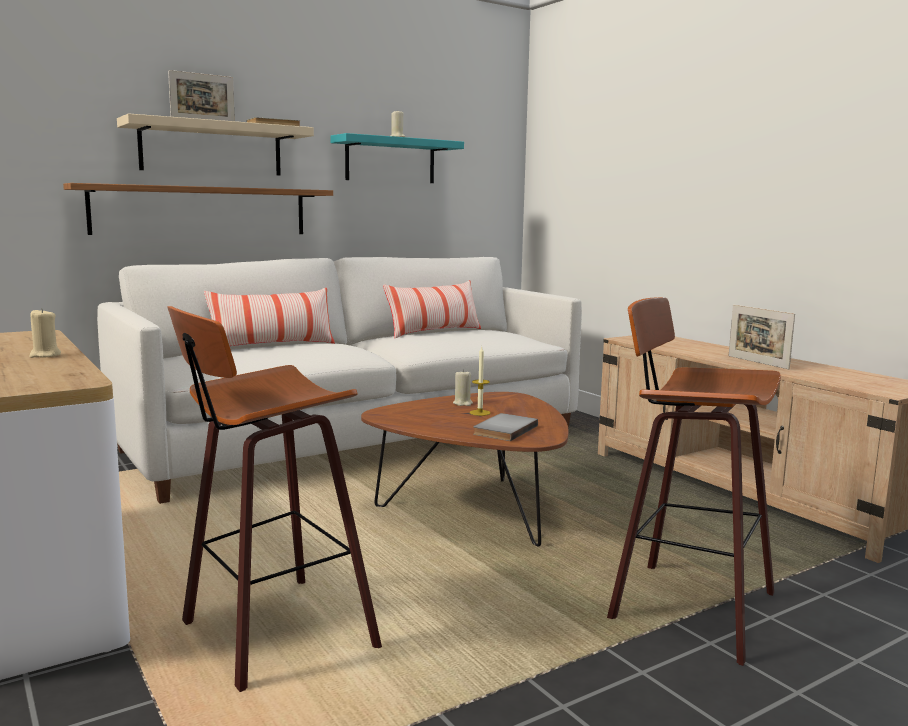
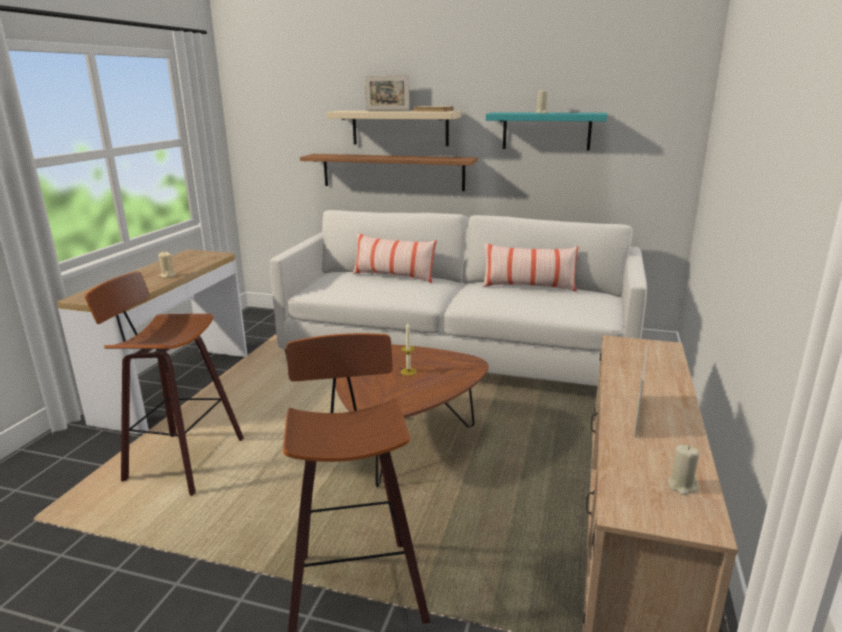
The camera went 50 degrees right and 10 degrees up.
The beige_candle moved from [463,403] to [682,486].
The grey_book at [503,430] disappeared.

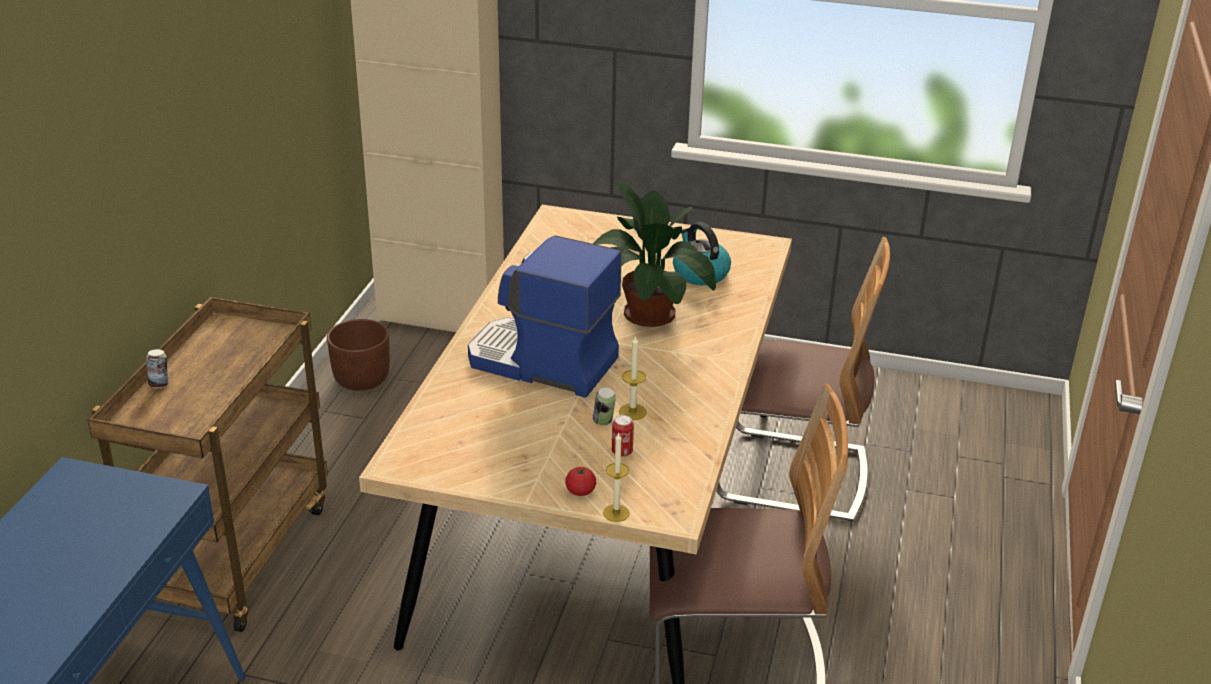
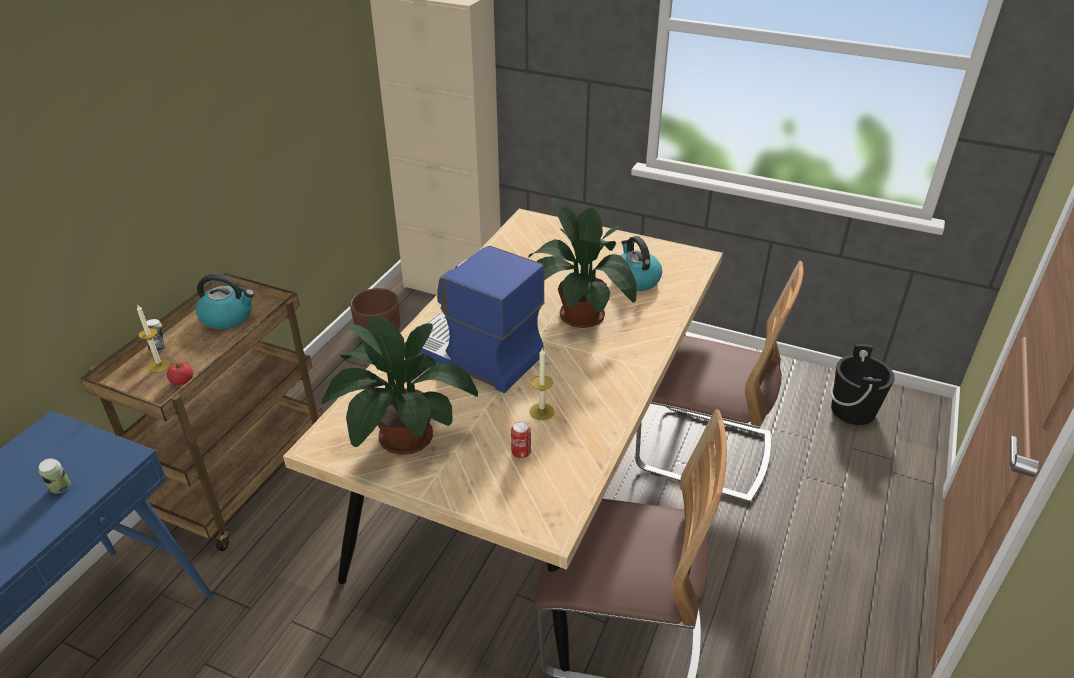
The camera went 10 degrees right and 5 degrees up.
The can moved from [603,422] to [61,489].
The candle moved from [616,513] to [159,366].
The tomato moved from [580,491] to [182,381].
The kettle at [228,317] appeared.
The potted_plant at [400,435] appeared.
The black_bucket at [853,410] appeared.

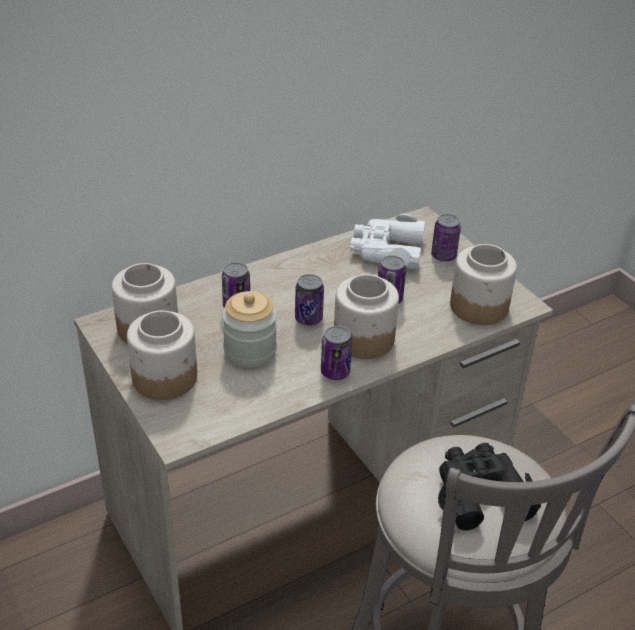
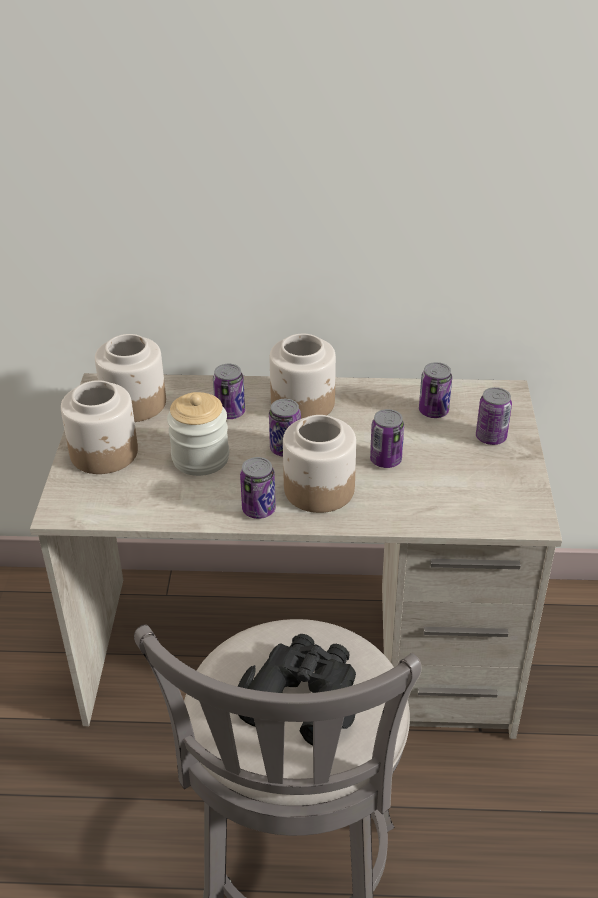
The camera went 35 degrees right and 0 degrees up.
The jar moved from [479,306] to [303,403].
The white_binoculars at [387,251] was replaced by the can at [433,411].

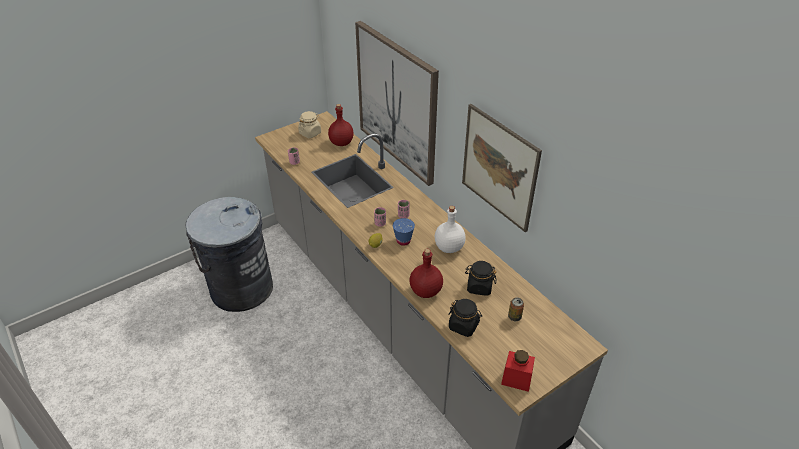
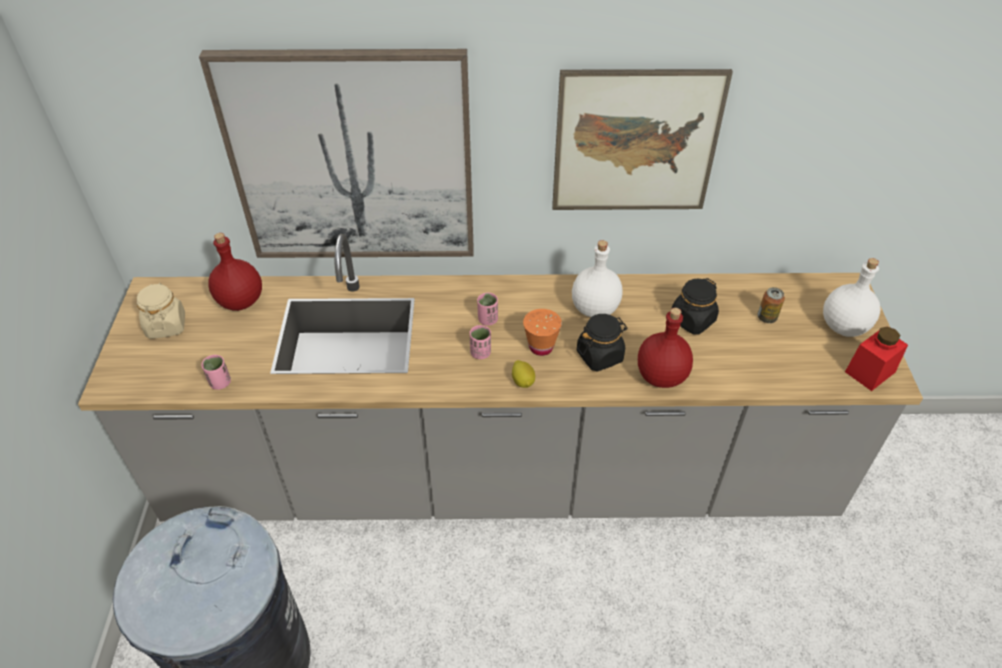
The camera went 55 degrees left and 5 degrees up.
The blue_cup at [403,241] became the orange_cup at [541,347].
The black_jar moved from [463,326] to [600,356].
The white_bottle at [844,327] appeared.

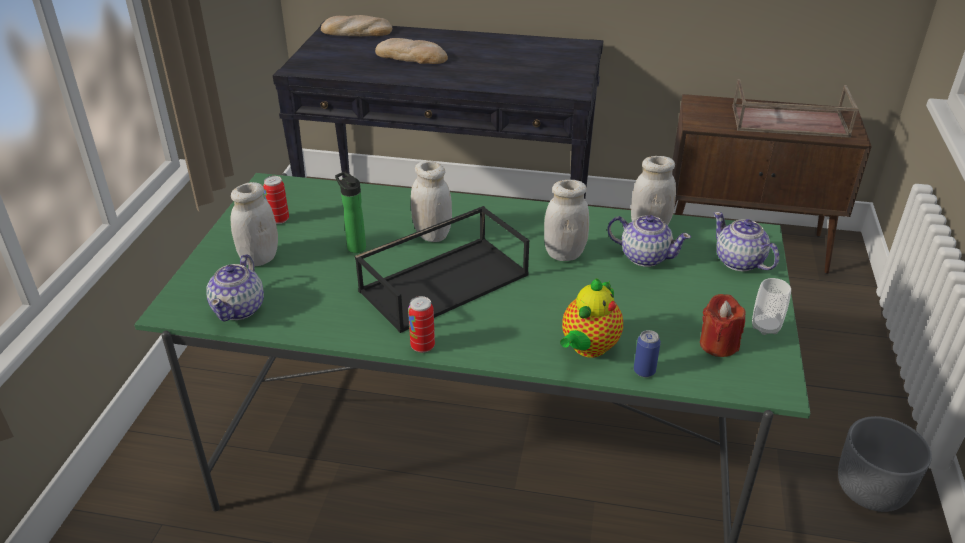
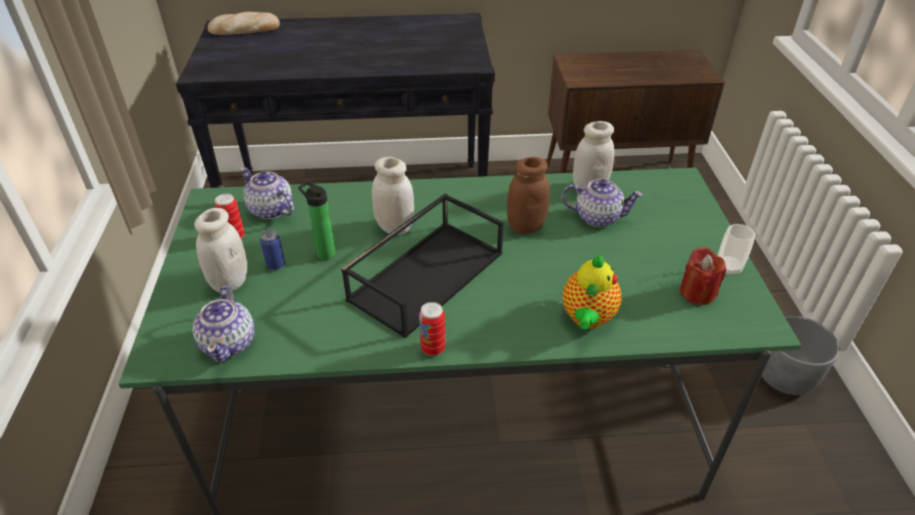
The camera went 15 degrees left and 5 degrees up.
The teapot moved from [739,262] to [271,210].
The can moved from [644,371] to [276,265].
The white_jar at [564,254] became the brown_jar at [525,226].
The bread at [411,56] disappeared.
The brown_tray at [788,122] disappeared.

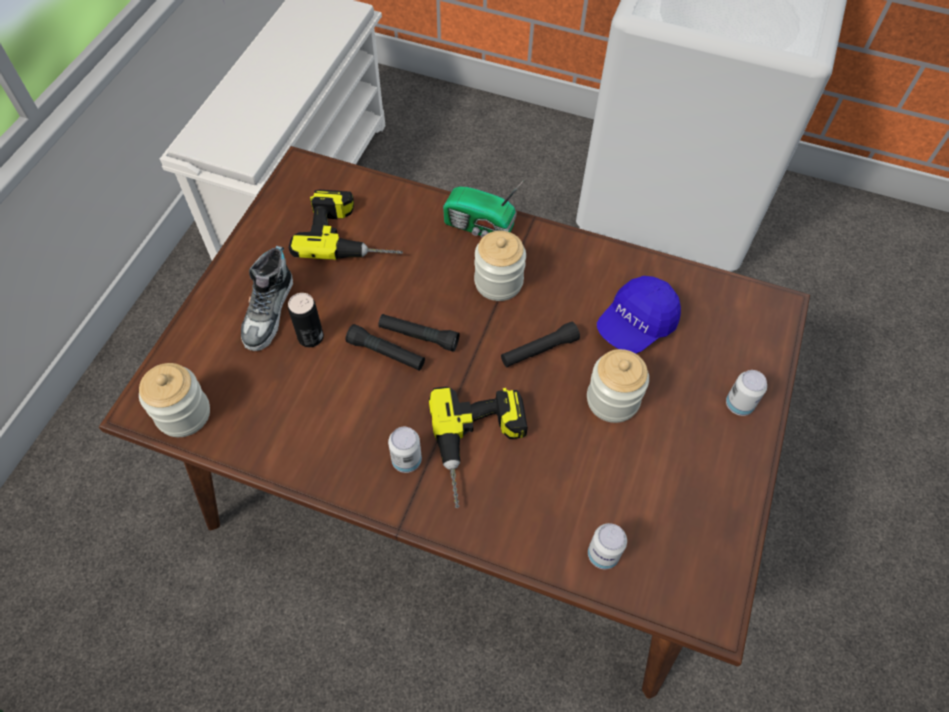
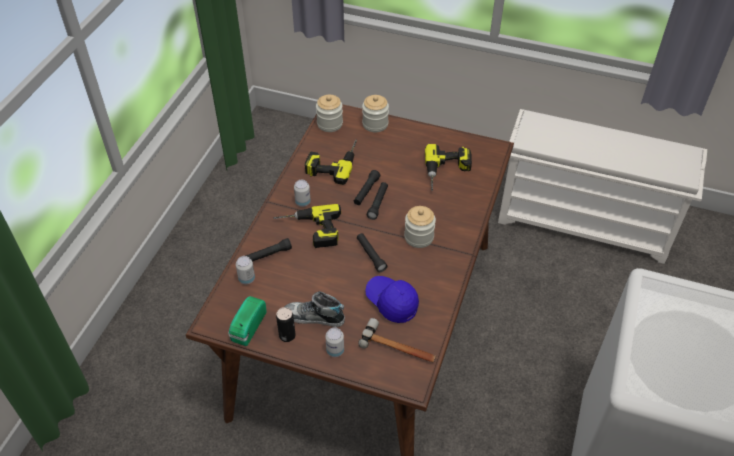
The camera went 90 degrees right and 10 degrees down.
The radio moved from [480,227] to [247,327].
The black_flashlight at [268,255] appeared.
The can moved from [310,337] to [287,335].
The shoe moved from [269,312] to [314,317].
The power_drill at [332,162] appeared.
The hammer at [399,347] appeared.
The jar moved from [612,400] to [375,124].

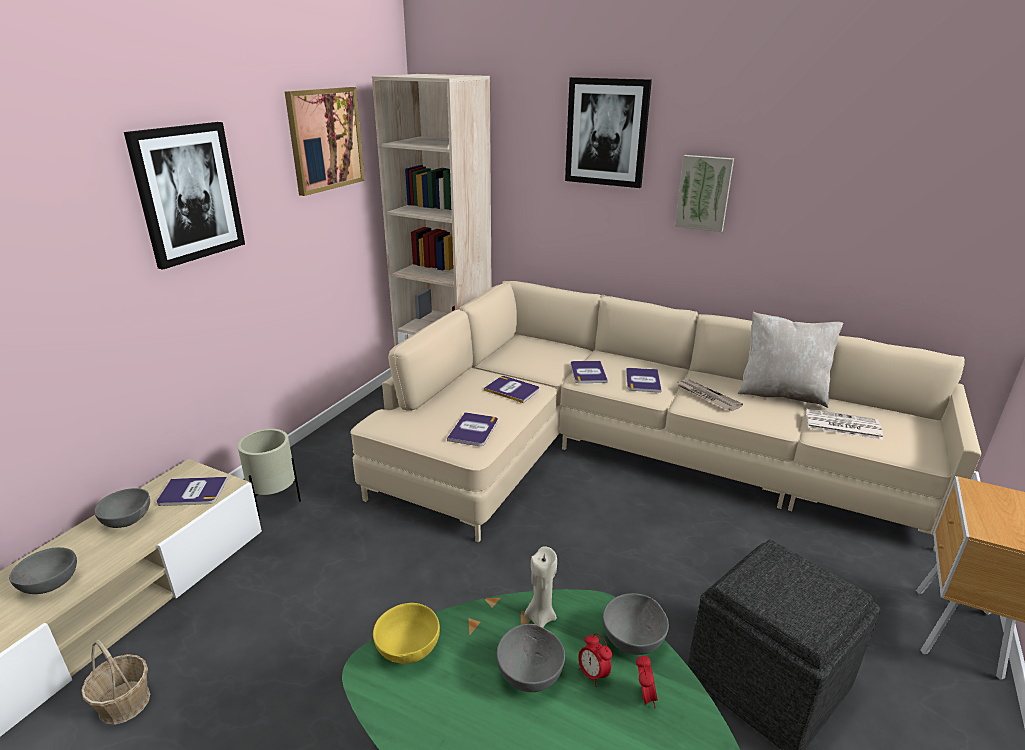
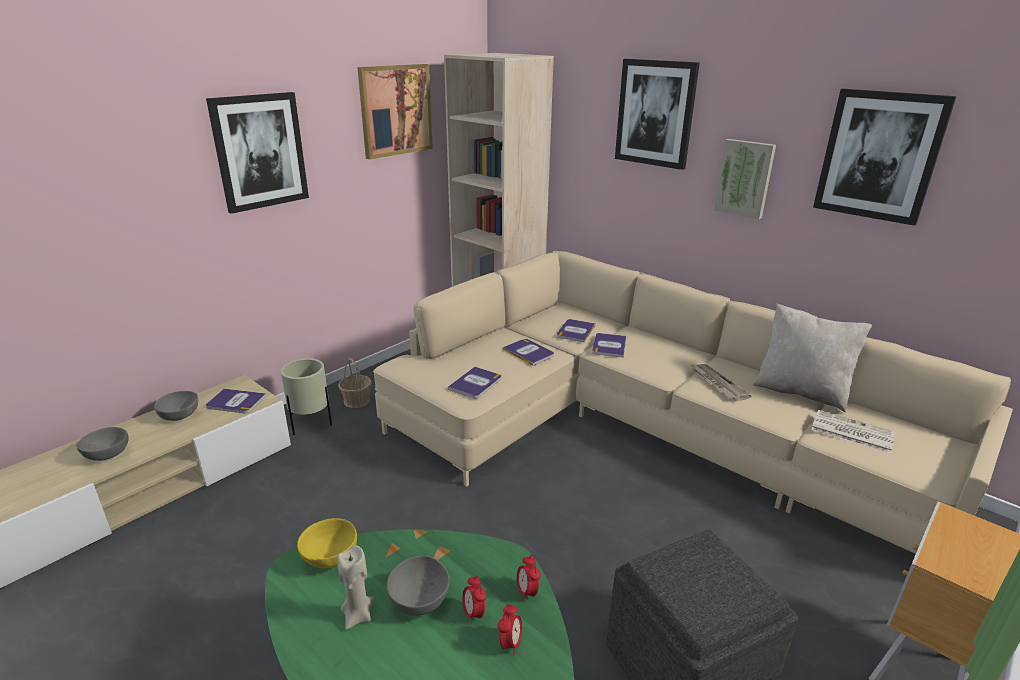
The camera went 15 degrees right and 0 degrees up.
The basket moved from [124,702] to [357,400].
The beige_candle moved from [540,617] to [358,615].
The grey_bowl at [634,639] was replaced by the alarm_clock at [527,592].
The book moved from [642,380] to [575,331].
The picture at [879,156] appeared.

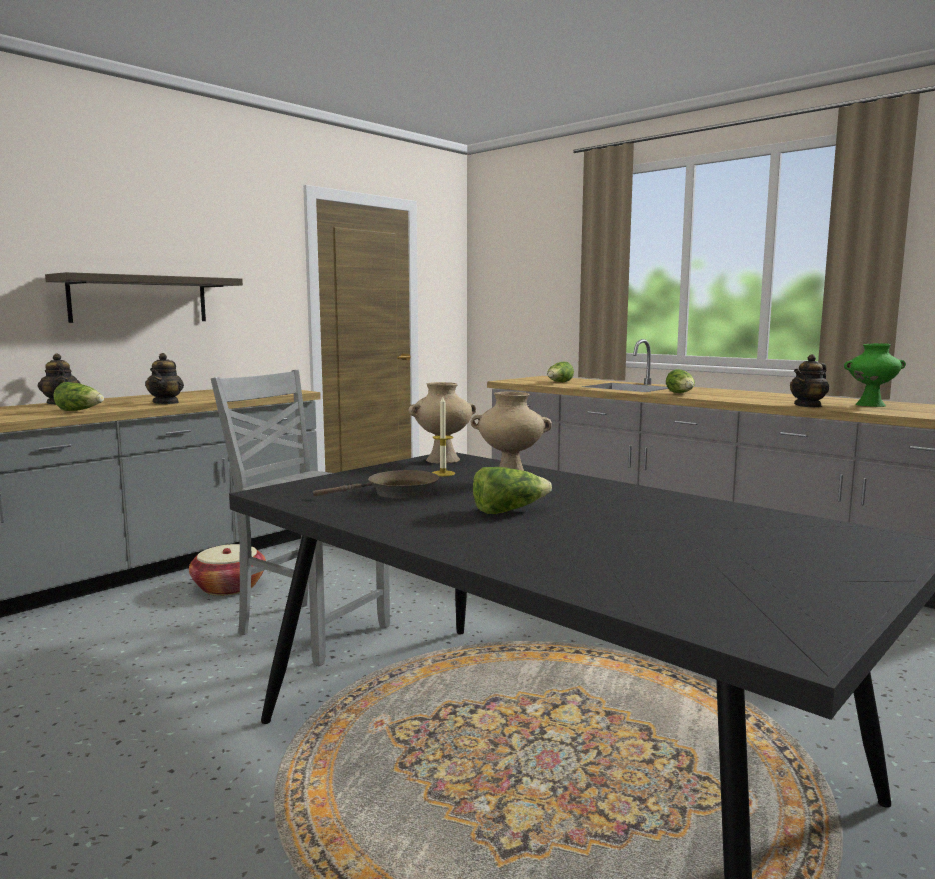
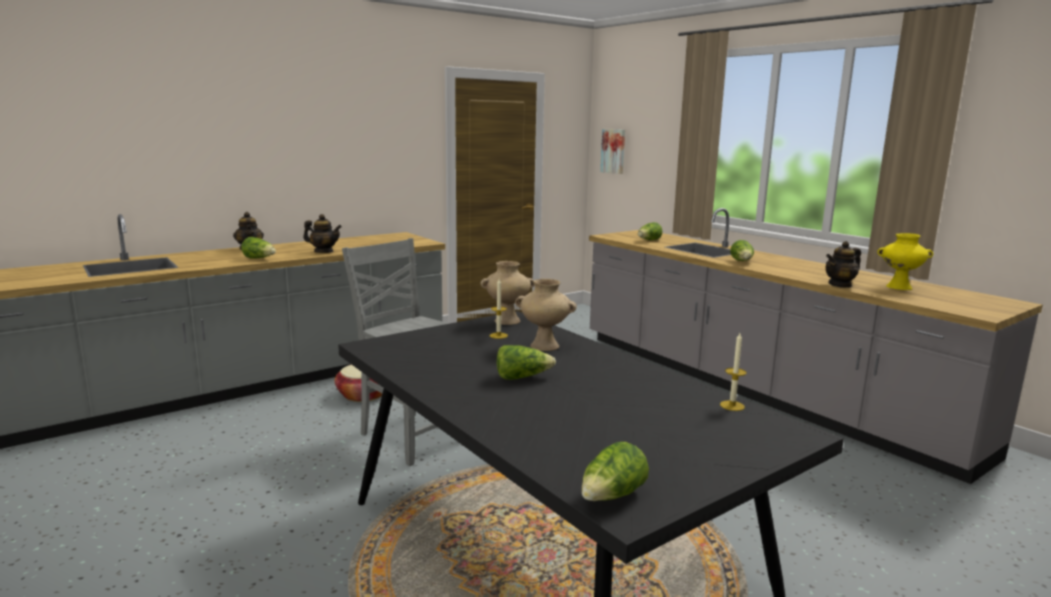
The camera went 10 degrees right and 5 degrees up.
The teapot at [166,403] turned 90 degrees counterclockwise.
The lettuce at [612,496] appeared.
The picture at [614,151] appeared.
The candle at [732,405] appeared.
The green_vase at [870,405] became the yellow_vase at [898,287].
The shelf at [139,299] disappeared.
The brown_frying_pan at [396,493] disappeared.

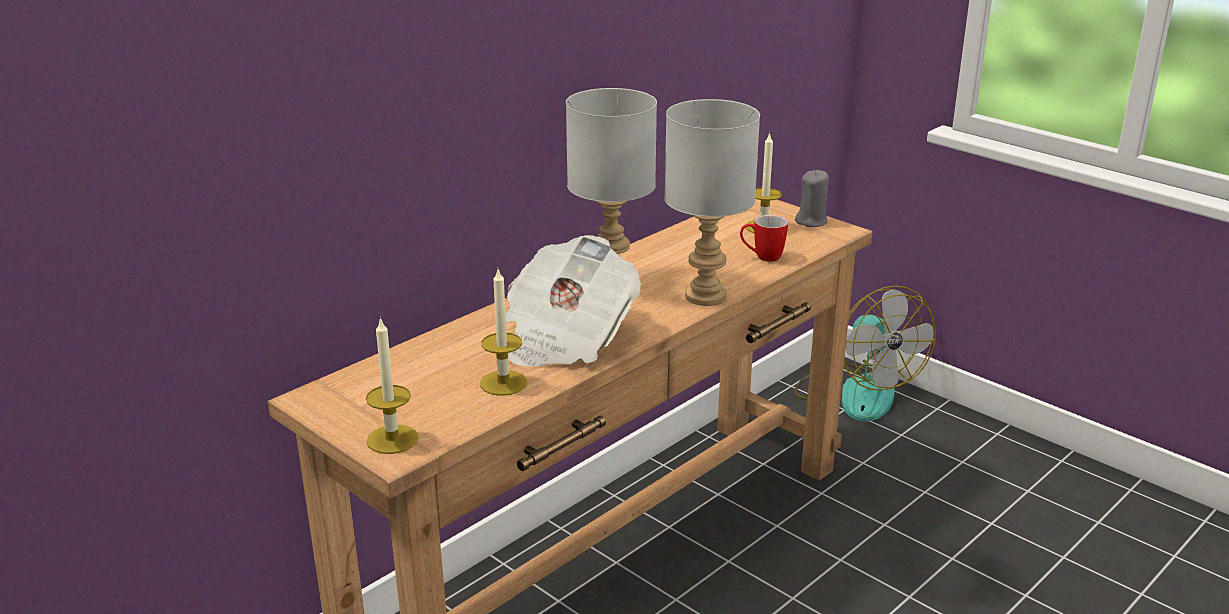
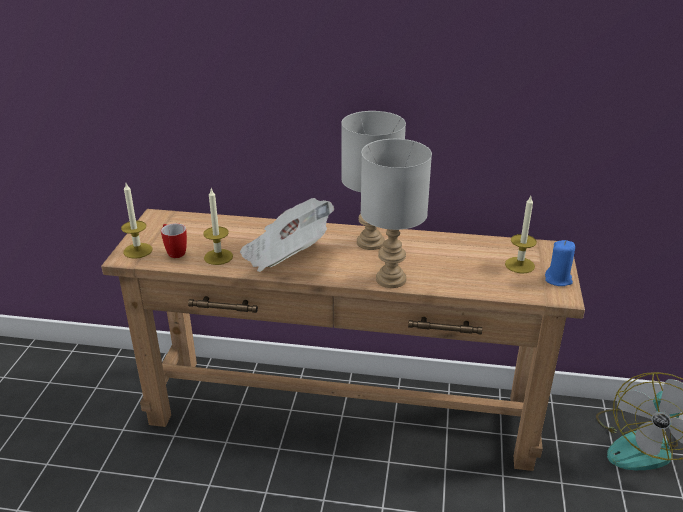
The camera went 55 degrees right and 5 degrees up.
The mug moved from [762,257] to [174,252].
The grey_candle at [811,221] became the blue_candle at [558,279].

